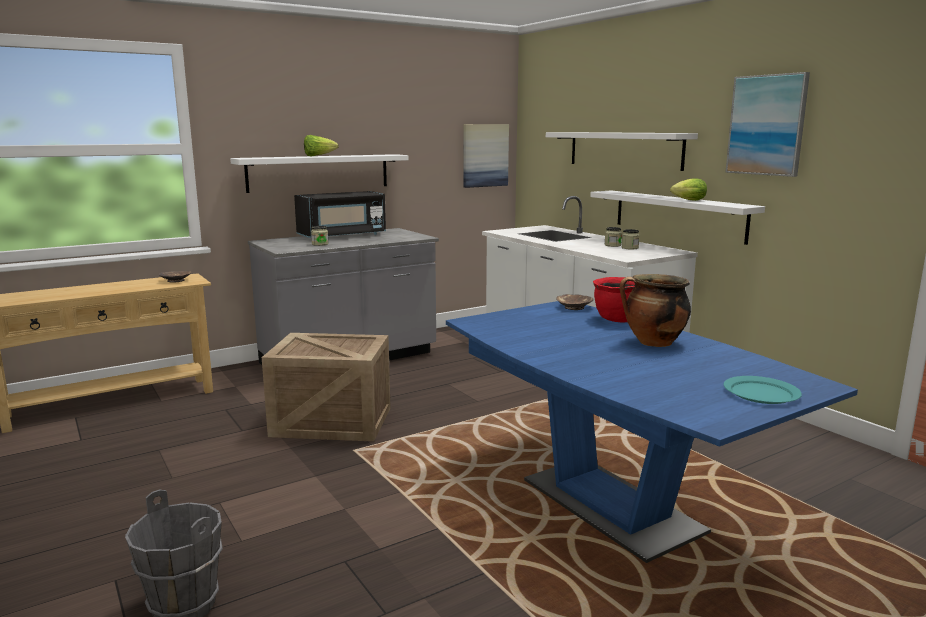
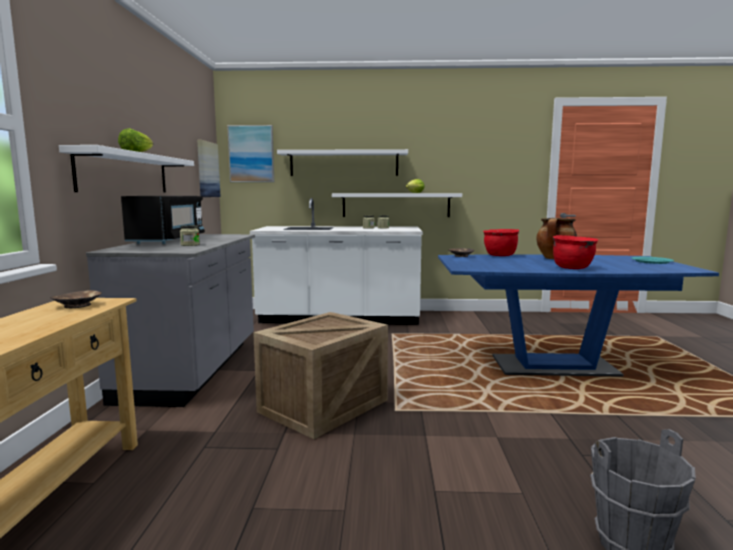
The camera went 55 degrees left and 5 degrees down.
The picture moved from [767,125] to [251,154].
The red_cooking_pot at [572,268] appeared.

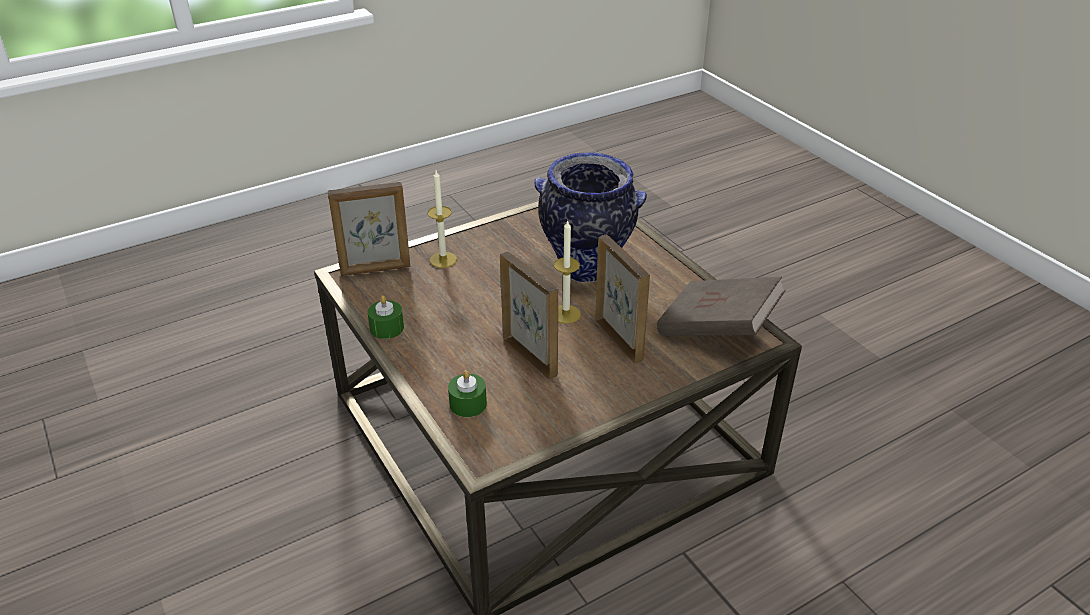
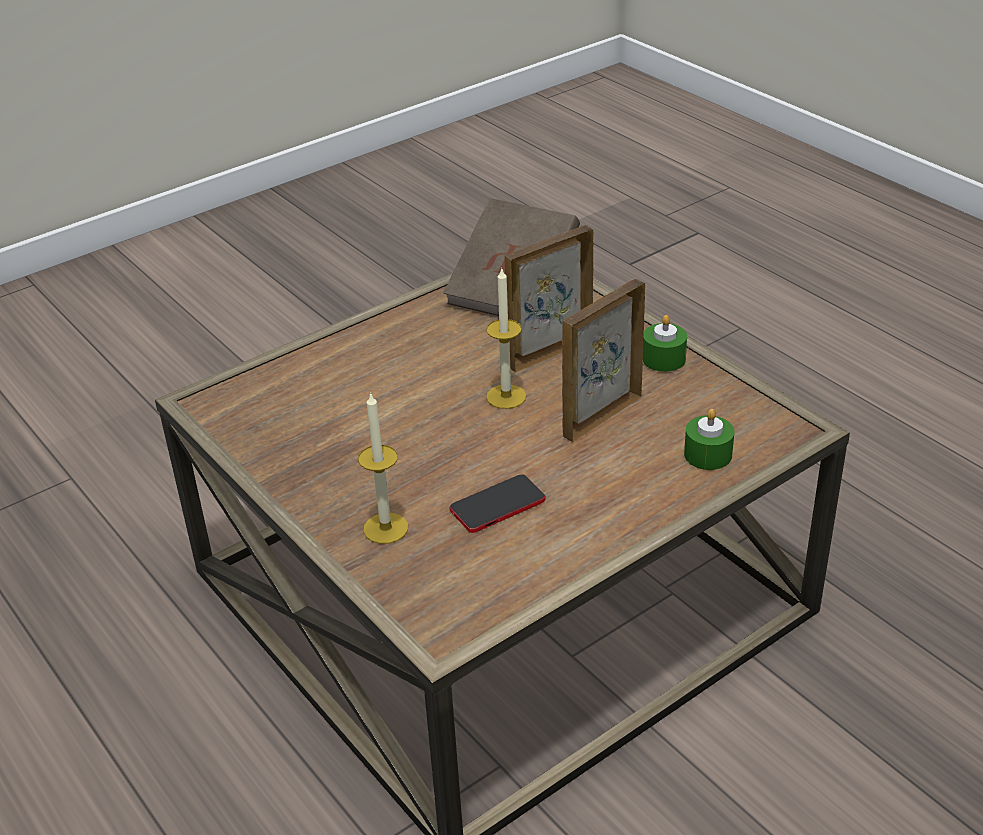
The camera went 95 degrees left and 0 degrees up.
The phone at [497,505] appeared.
The green_candle moved from [387,328] to [663,359].
The picture_frame at [376,270] disappeared.
The vase at [587,269] disappeared.

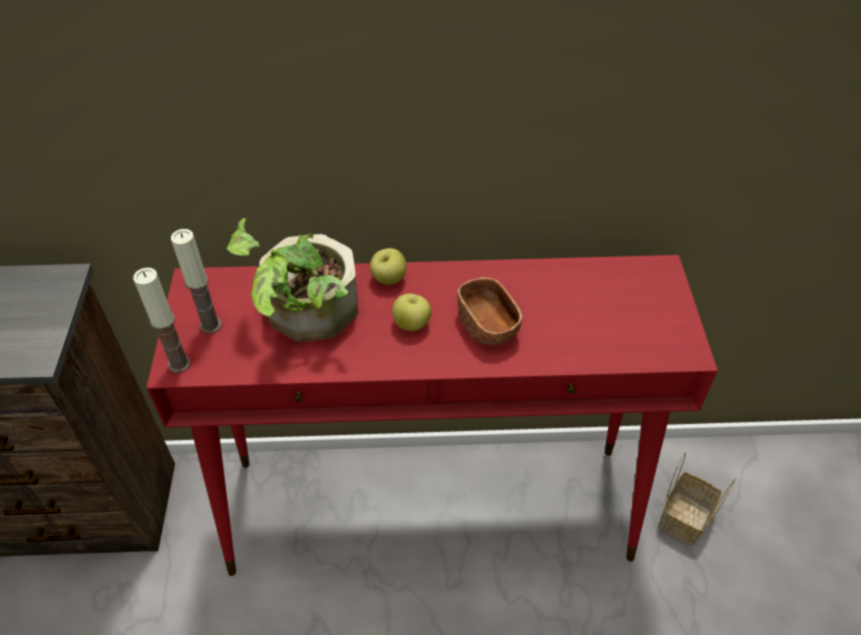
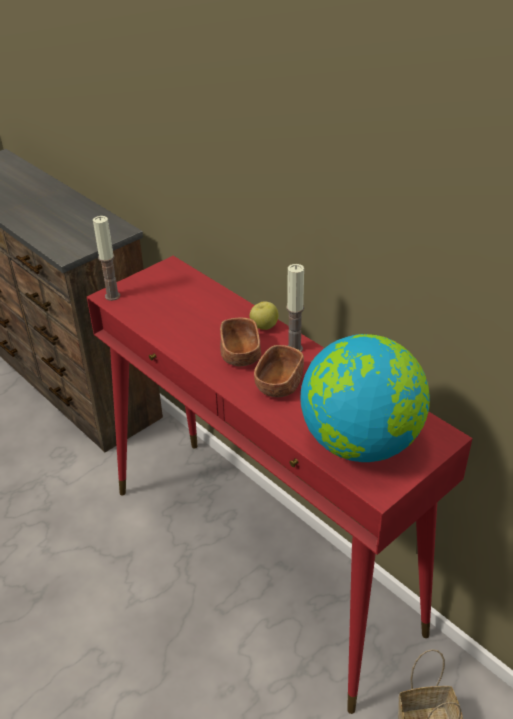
The camera went 50 degrees right and 10 degrees down.
The apple at [412,324] was replaced by the brown_bowl at [240,355].
The candle moved from [210,325] to [294,348].
The globe at [360,443] appeared.
The potted_plant at [305,316] disappeared.

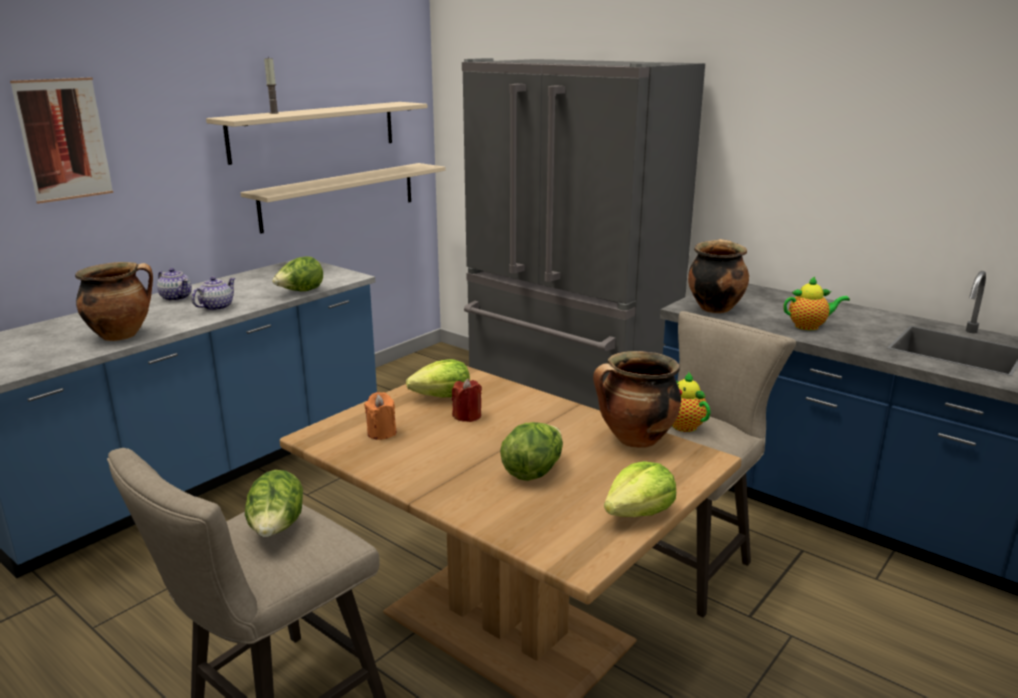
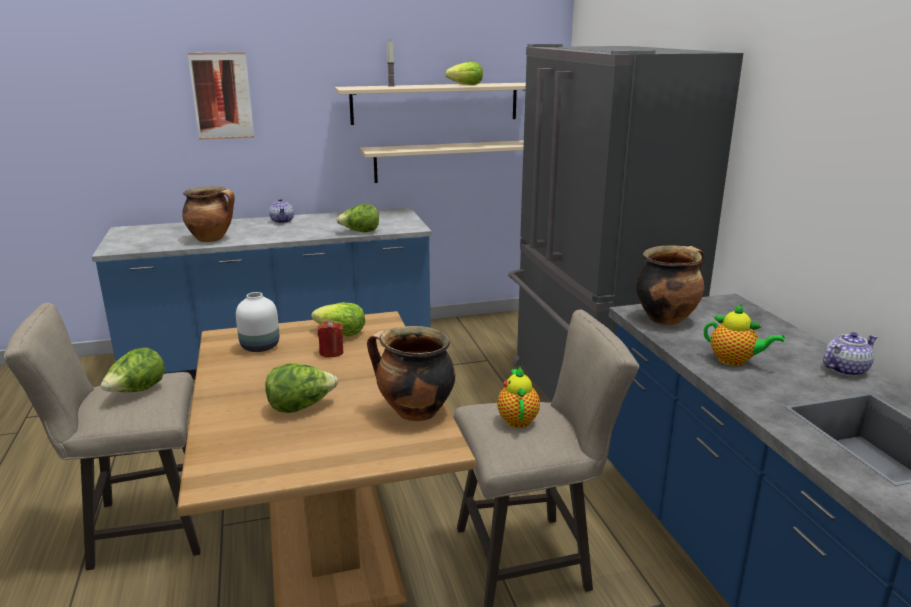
The camera went 35 degrees right and 0 degrees up.
The orange_candle at [381,433] was replaced by the white_vase at [259,346].
The lettuce moved from [639,512] to [466,85].
The teapot moved from [216,307] to [844,369].

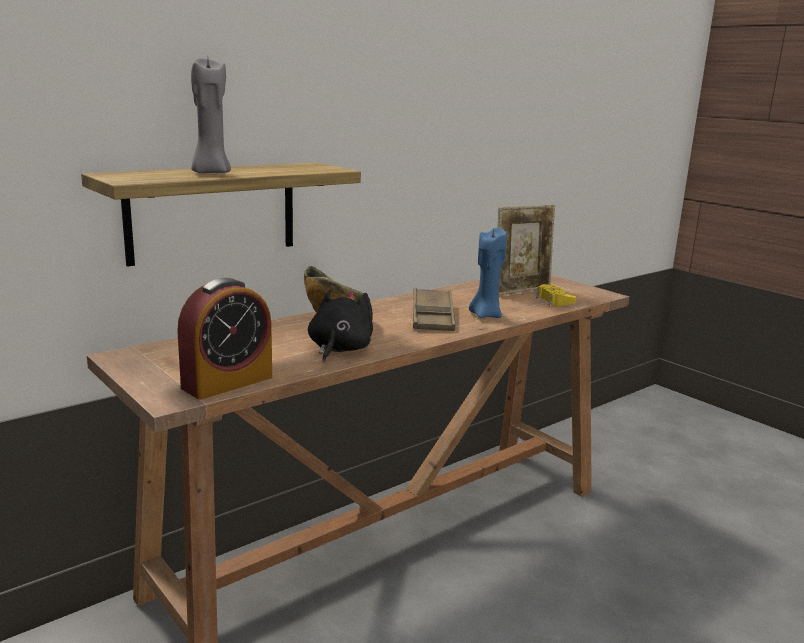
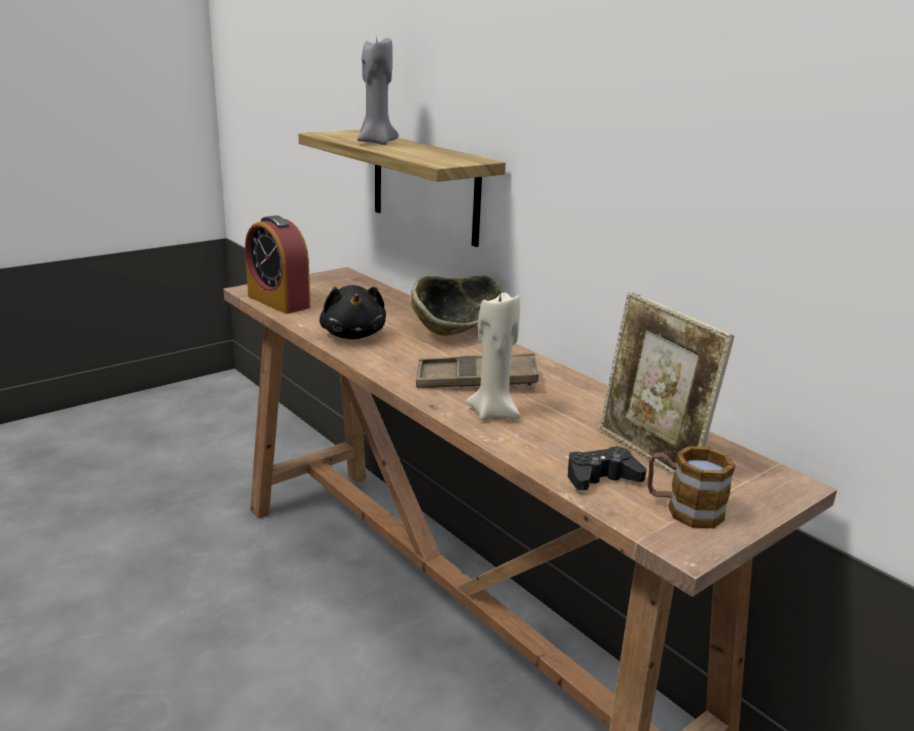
The camera went 90 degrees right and 5 degrees up.
The black_plush_toy at [339,349] turned 60 degrees clockwise.
The blue_candle at [485,315] became the beige_candle at [493,413].
The yellow_game_controller at [554,300] became the black_game_controller at [601,478].
The mug at [683,510] appeared.

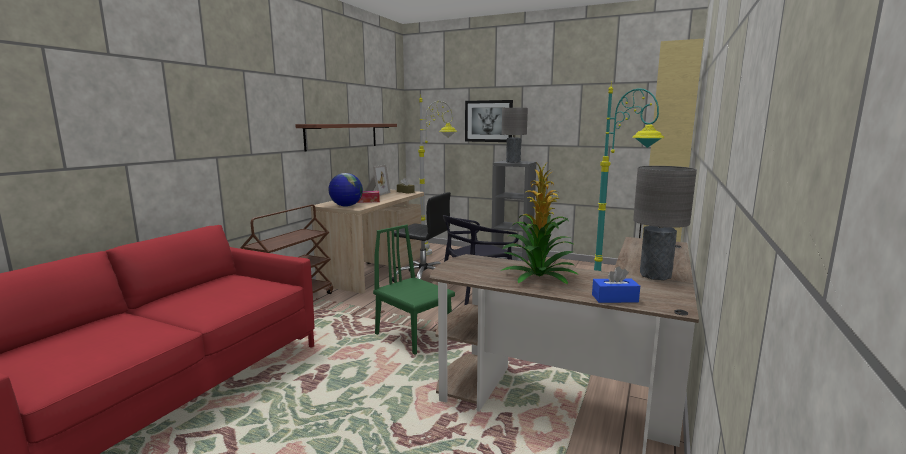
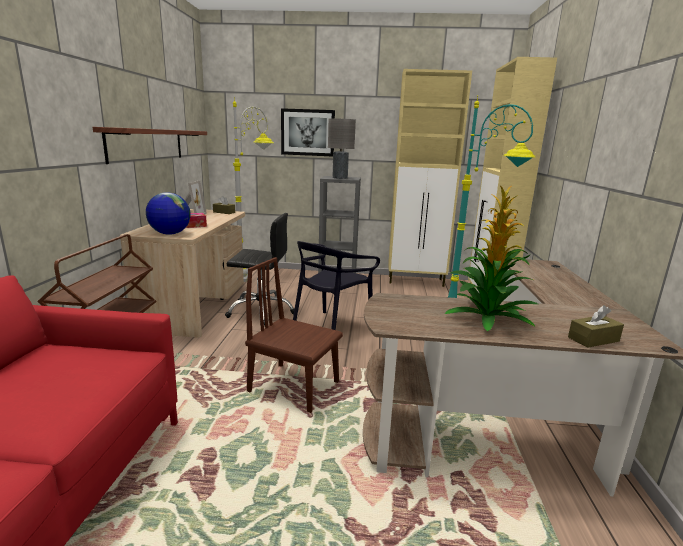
The camera went 20 degrees left and 5 degrees up.
The green_chair at [414,336] became the brown_chair at [294,387].
The beige_cabinet at [416,281] appeared.
The blue_tissue_box at [614,298] became the brown_tissue_box at [593,339].
The grey_table_lamp at [654,275] disappeared.

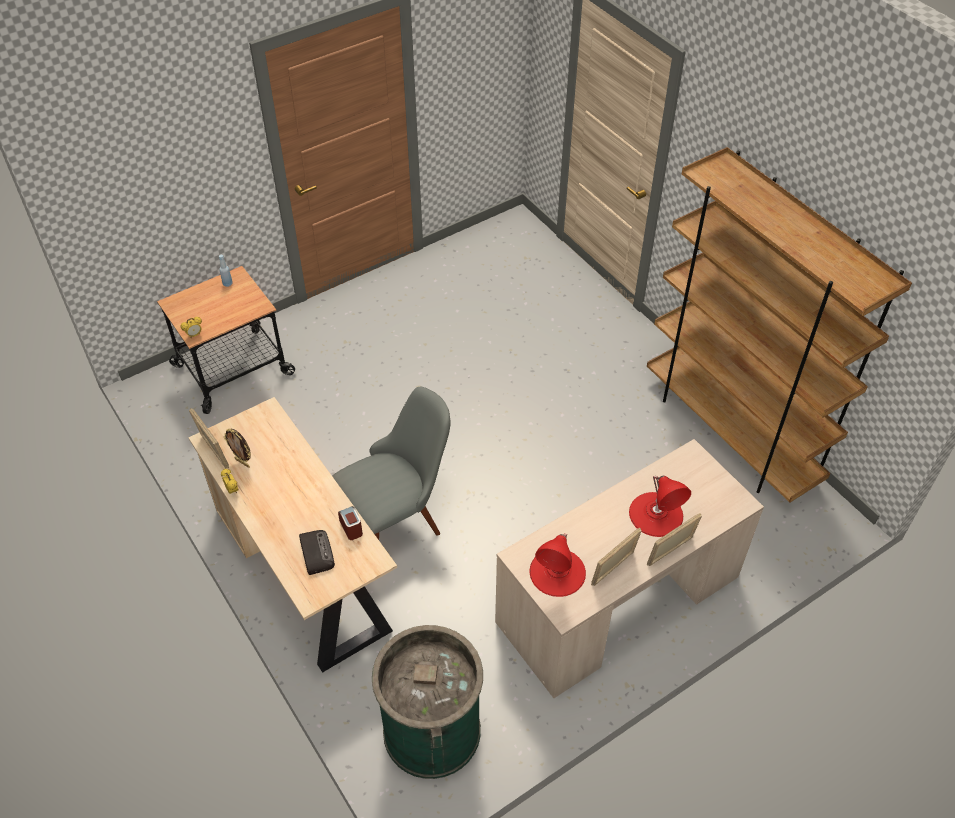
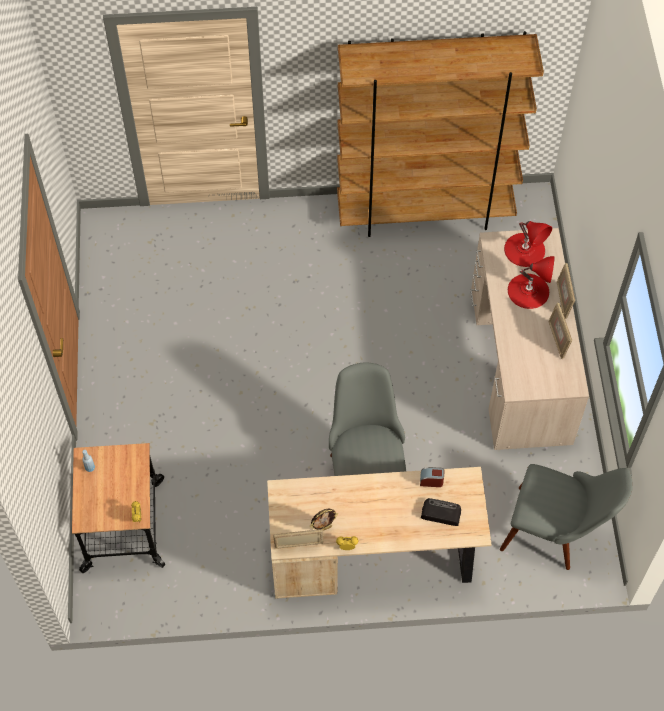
The camera went 60 degrees left and 10 degrees up.
The green_trash_can at [431,730] was replaced by the grey_chair at [556,531].
The red_table_lamp moved from [557,572] to [525,249].

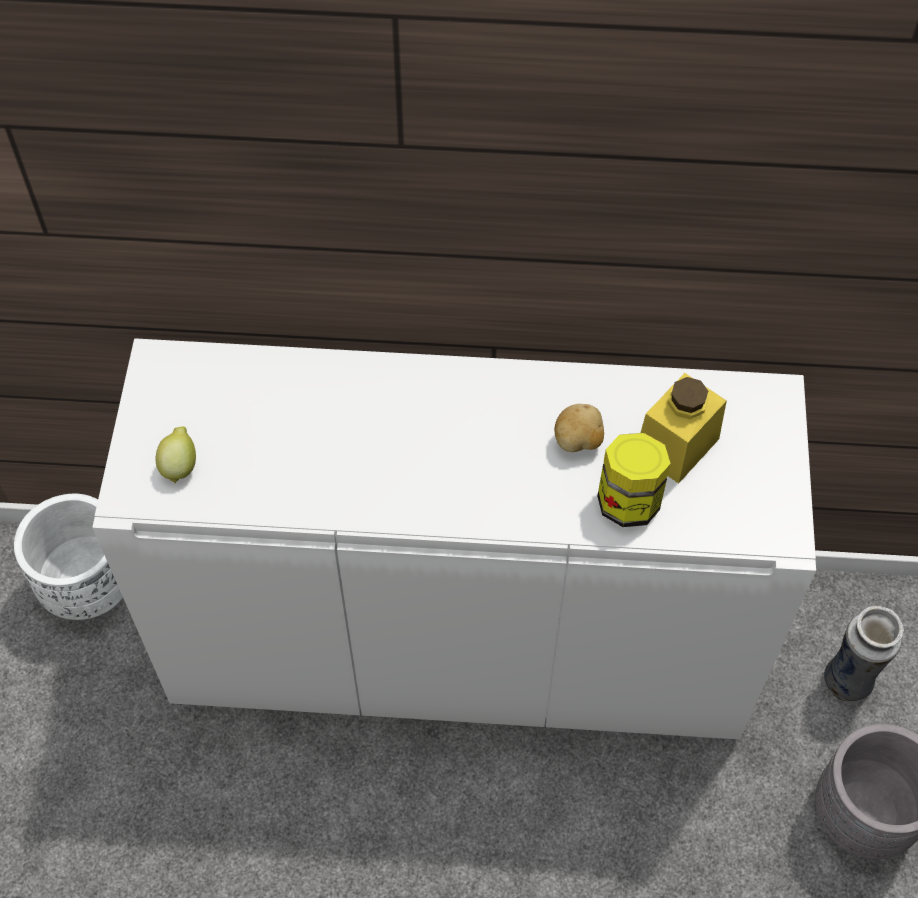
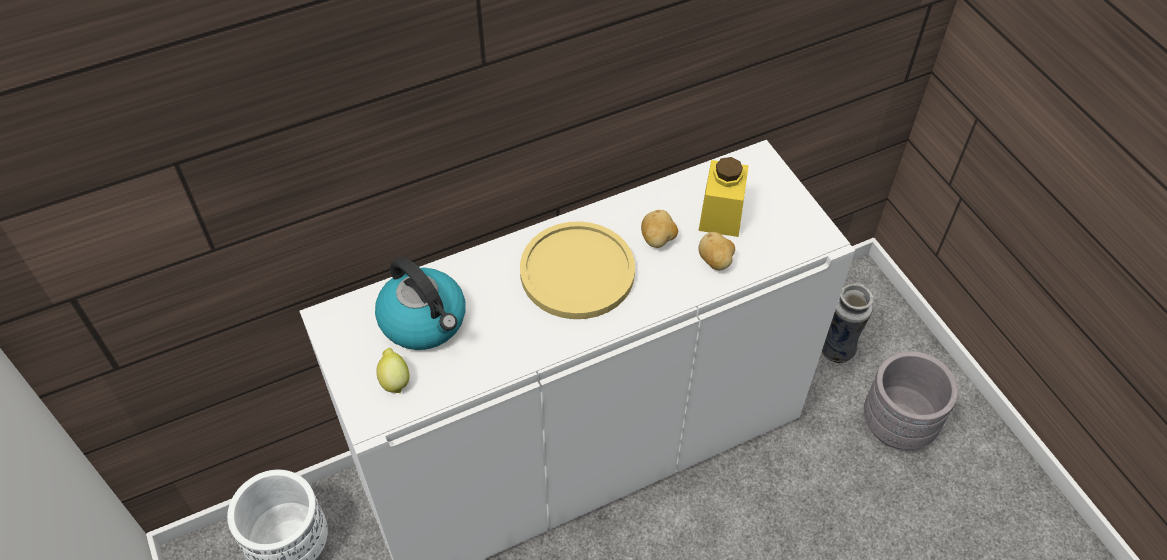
The camera went 30 degrees left and 5 degrees down.
The kettle at [424,321] appeared.
The yellow_plate at [577,272] appeared.
The jar at [629,501] was replaced by the potato at [715,261].

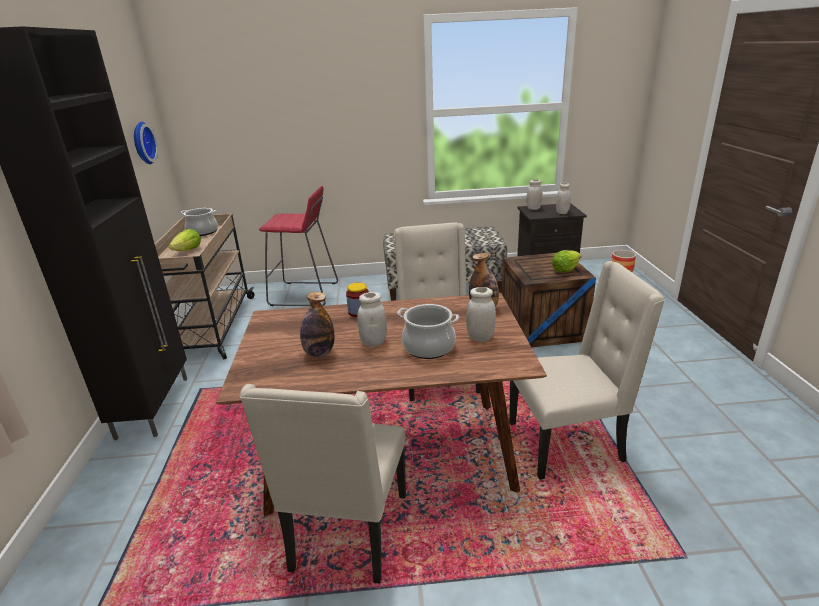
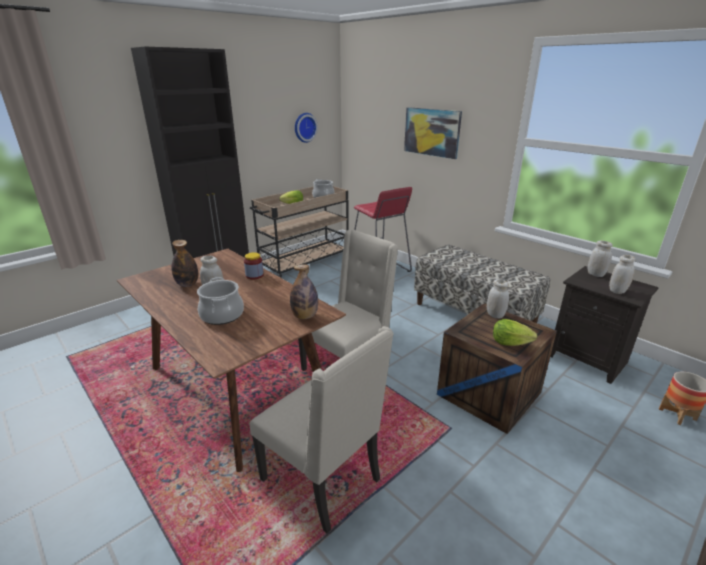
The camera went 50 degrees right and 0 degrees up.
The picture at [432,132] appeared.
The white_jar moved from [480,337] to [495,315].
The beige_chair at [348,533] disappeared.

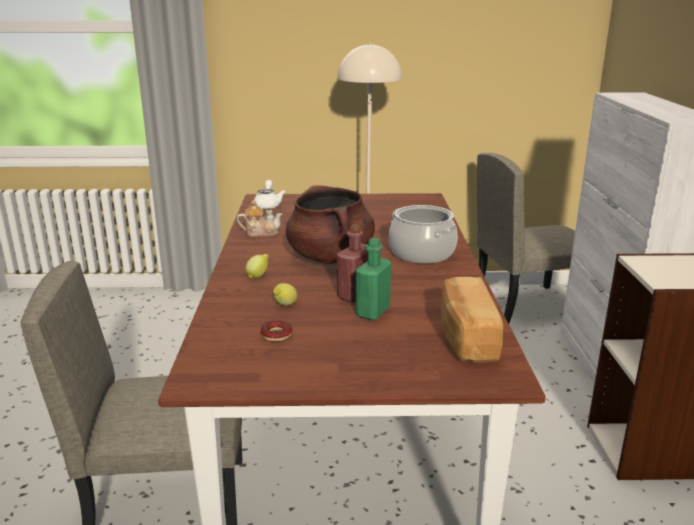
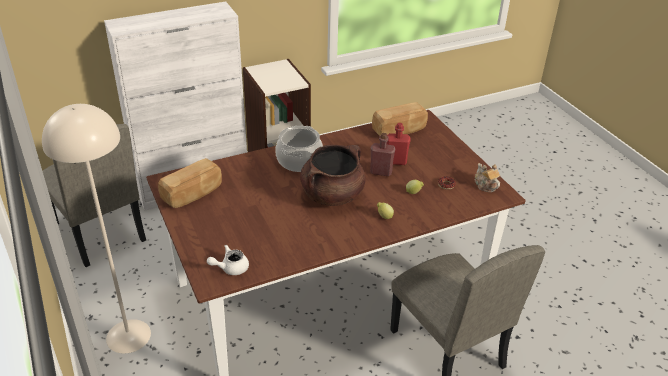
The camera went 115 degrees left and 15 degrees up.
The bread at [193,194] appeared.
The green_bottle at [372,312] became the red_bottle at [396,161].
The teapot moved from [260,232] to [485,185].

